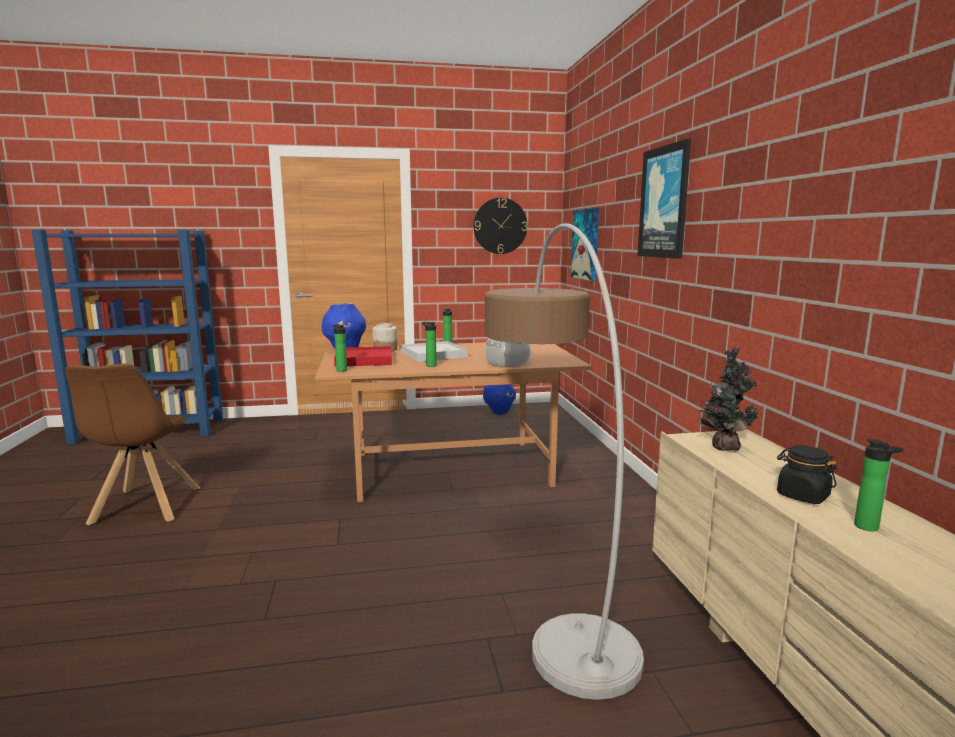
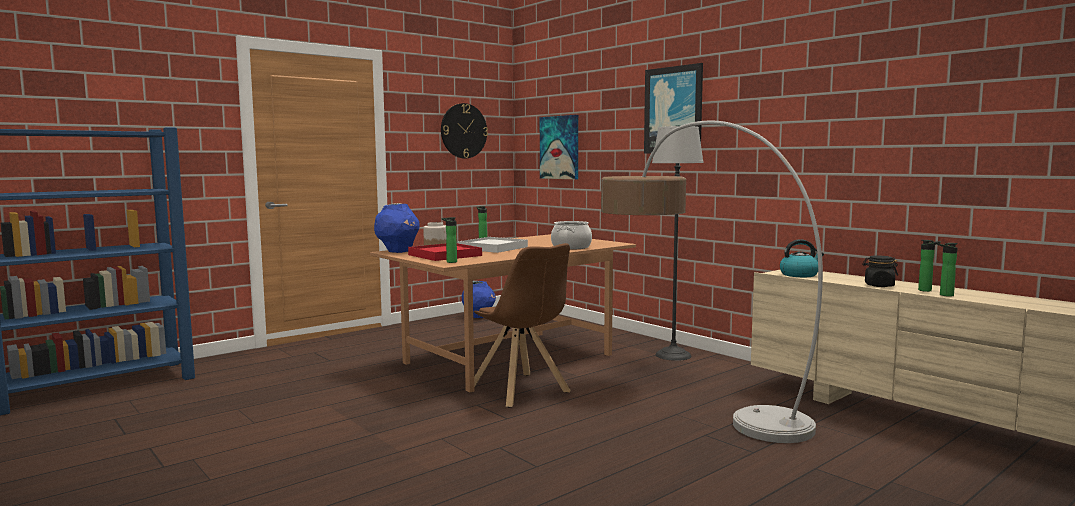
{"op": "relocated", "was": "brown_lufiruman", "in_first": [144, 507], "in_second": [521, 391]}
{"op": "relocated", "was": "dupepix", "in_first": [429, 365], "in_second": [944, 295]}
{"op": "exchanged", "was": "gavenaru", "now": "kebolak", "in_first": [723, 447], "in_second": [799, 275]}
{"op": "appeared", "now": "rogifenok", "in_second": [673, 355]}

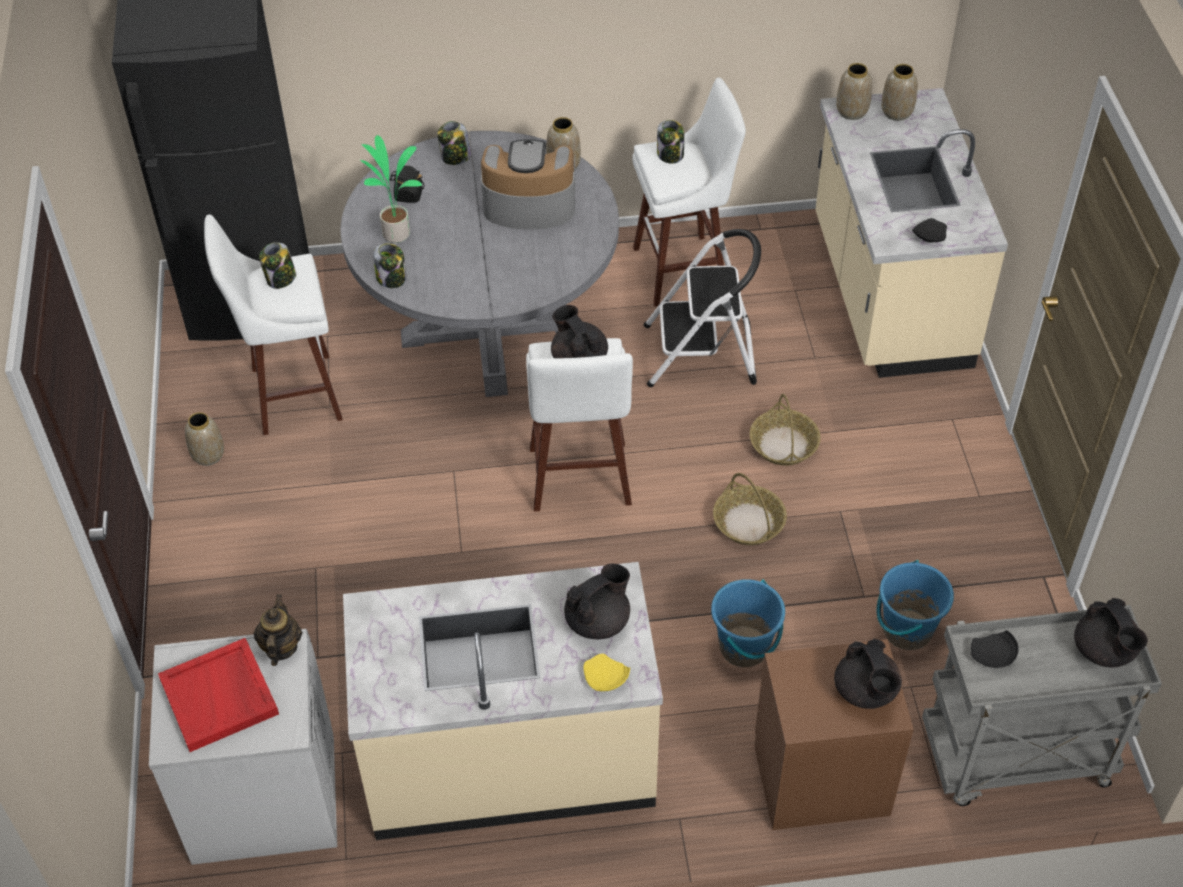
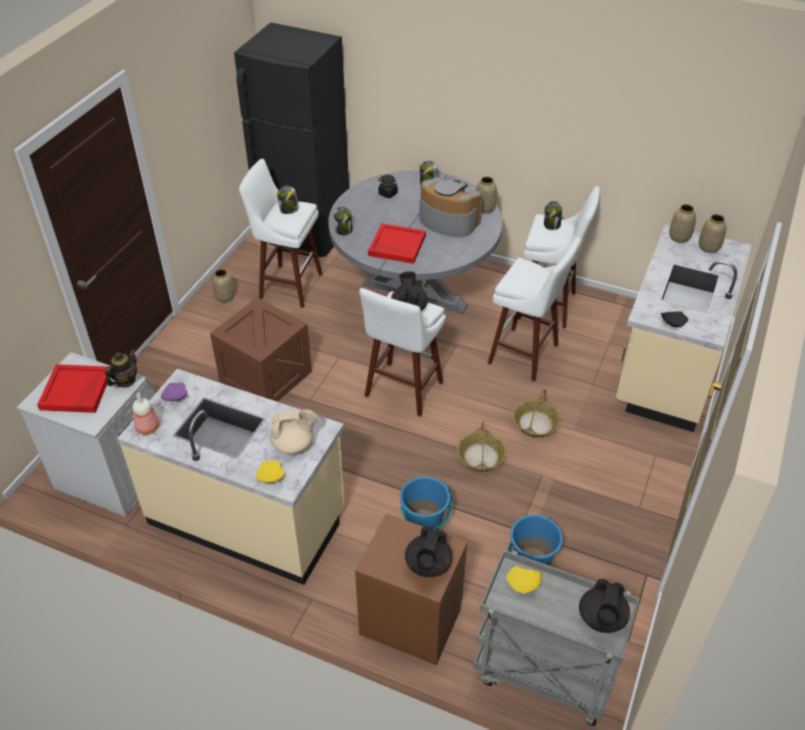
{"op": "missing", "was": "gavenaru", "in_first": [396, 233]}
{"op": "colour", "was": "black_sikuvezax", "now": "beige_sikuvezax", "in_first": [598, 621], "in_second": [294, 444]}
{"op": "exchanged", "was": "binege", "now": "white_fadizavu", "in_first": [704, 355], "in_second": [526, 355]}
{"op": "colour", "was": "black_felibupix", "now": "yellow_felibupix", "in_first": [993, 656], "in_second": [523, 584]}
{"op": "appeared", "now": "dupepix", "in_second": [148, 428]}
{"op": "appeared", "now": "purple_felibupix", "in_second": [174, 397]}
{"op": "appeared", "now": "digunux", "in_second": [266, 376]}
{"op": "appeared", "now": "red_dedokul", "in_second": [396, 245]}

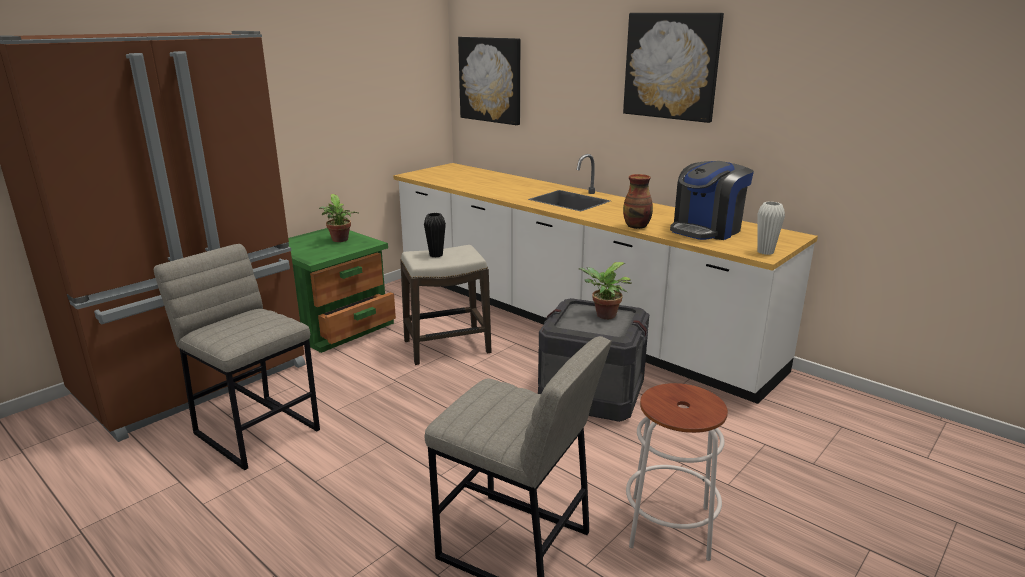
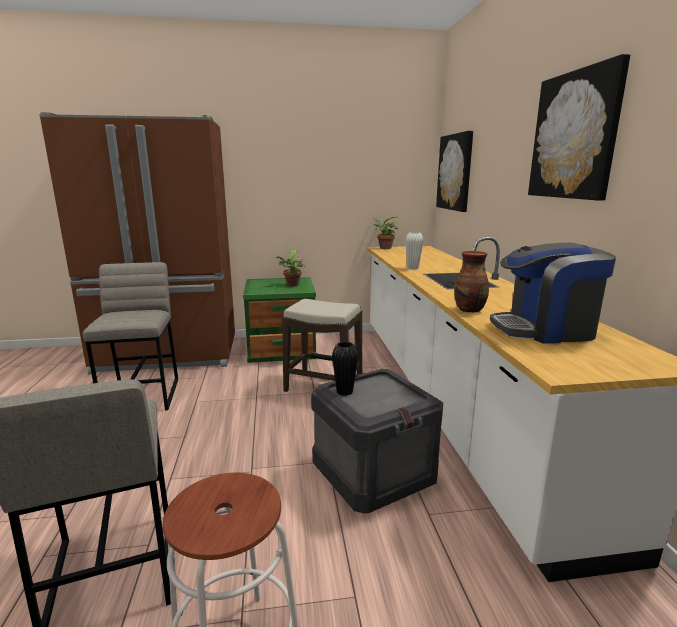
{"op": "relocated", "was": "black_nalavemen", "in_first": [436, 255], "in_second": [344, 392]}
{"op": "relocated", "was": "gavenaru", "in_first": [603, 316], "in_second": [384, 248]}
{"op": "relocated", "was": "white_nalavemen", "in_first": [765, 252], "in_second": [412, 268]}

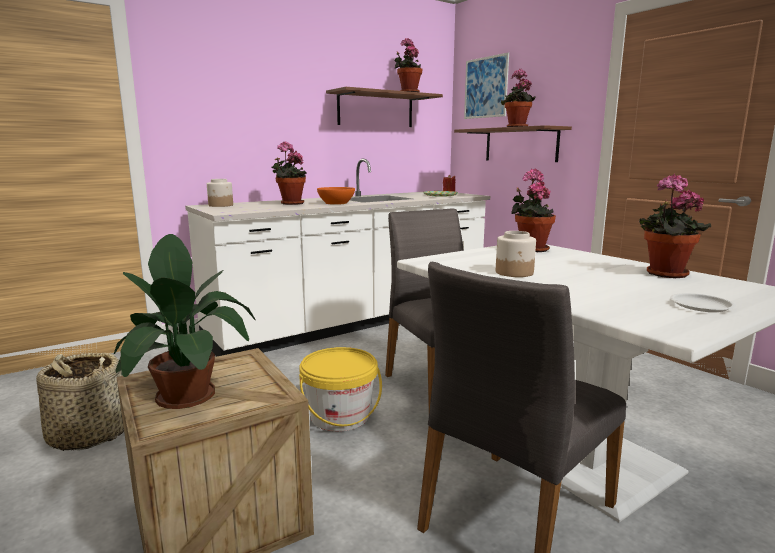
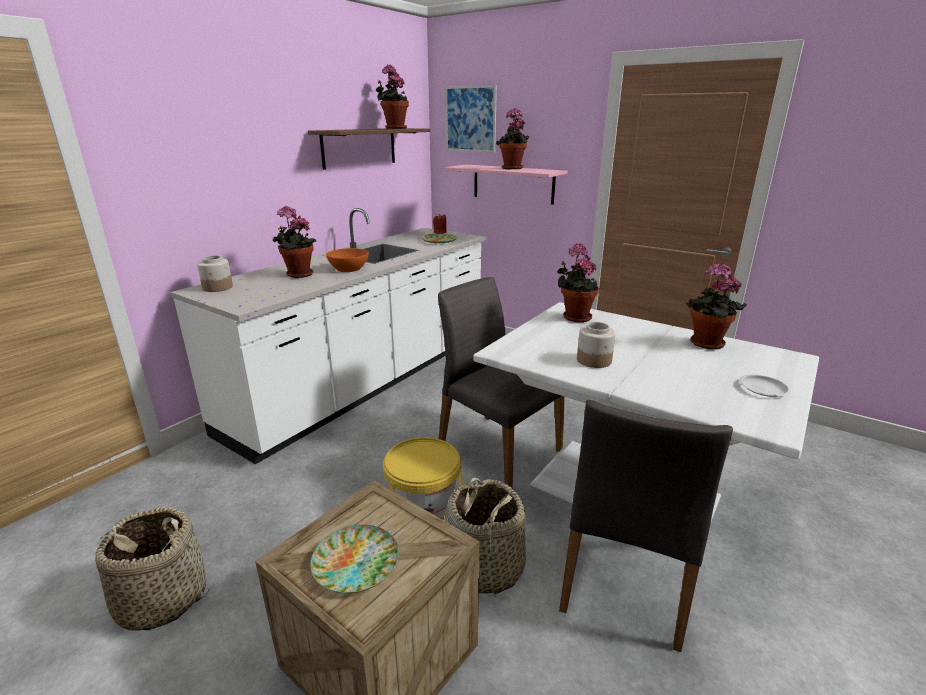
{"op": "exchanged", "was": "gavenaru", "now": "felibupix", "in_first": [188, 392], "in_second": [356, 563]}
{"op": "colour", "was": "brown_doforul", "now": "pink_doforul", "in_first": [520, 145], "in_second": [513, 184]}
{"op": "appeared", "now": "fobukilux", "in_second": [484, 568]}

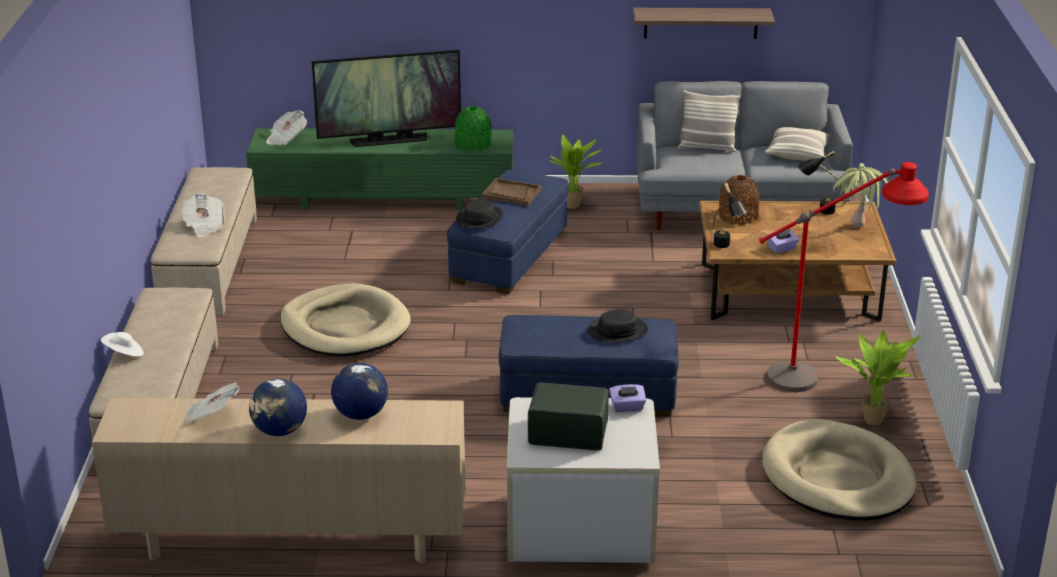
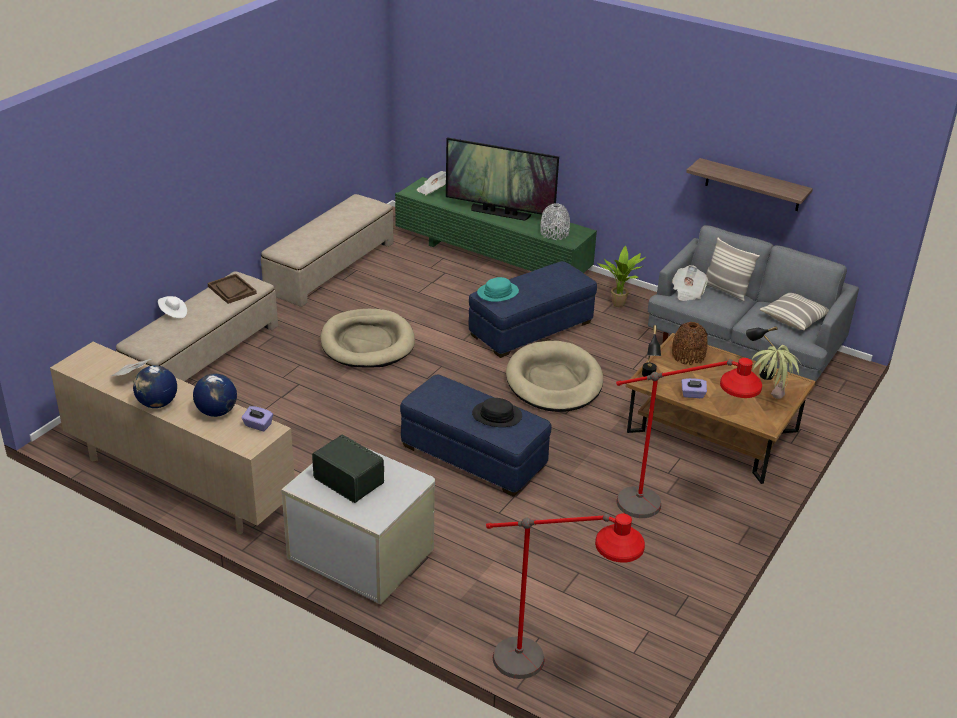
{"op": "relocated", "was": "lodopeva", "in_first": [204, 226], "in_second": [687, 292]}
{"op": "colour", "was": "green_nalavemen", "now": "grey_nalavemen", "in_first": [473, 144], "in_second": [554, 233]}
{"op": "colour", "was": "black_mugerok", "now": "turquoise_mugerok", "in_first": [479, 218], "in_second": [498, 292]}
{"op": "relocated", "was": "brown_dedokul", "in_first": [511, 194], "in_second": [231, 290]}
{"op": "relocated", "was": "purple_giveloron", "in_first": [627, 407], "in_second": [258, 425]}
{"op": "relocated", "was": "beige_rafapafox", "in_first": [837, 478], "in_second": [554, 381]}
{"op": "missing", "was": "gavenaru", "in_first": [873, 419]}
{"op": "appeared", "now": "red_rogifenok", "in_second": [550, 674]}

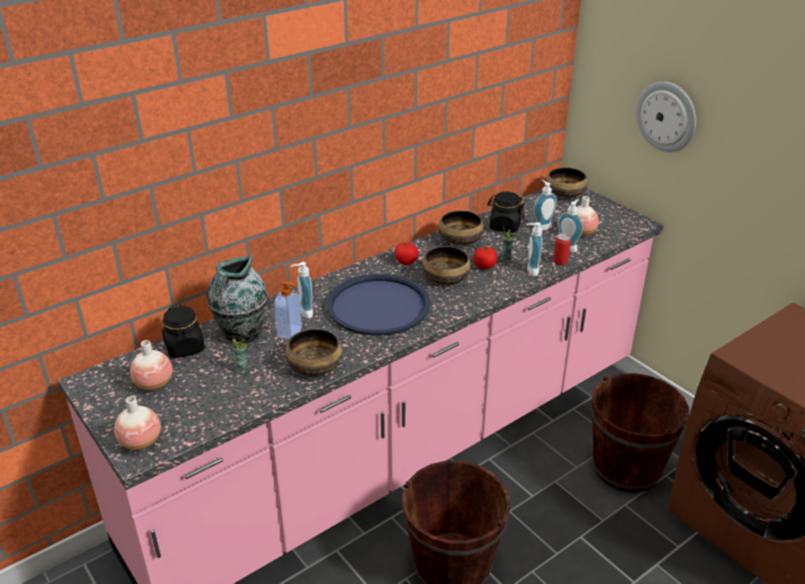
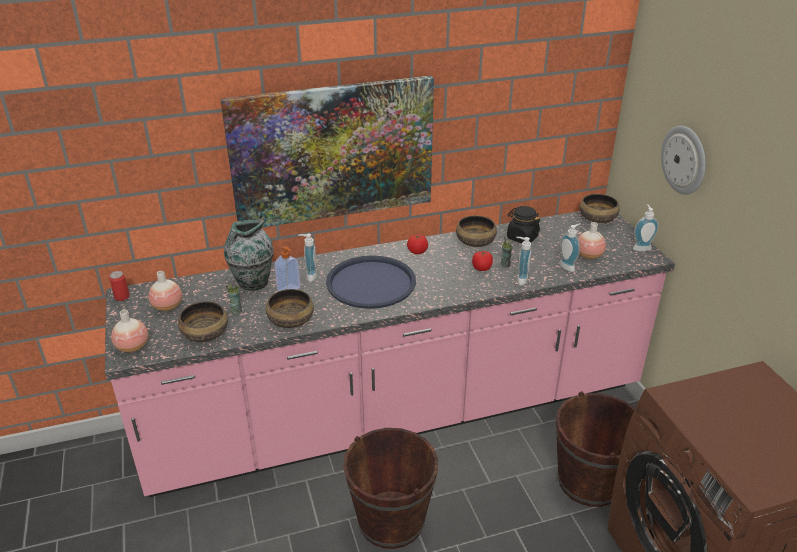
{"op": "missing", "was": "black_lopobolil", "in_first": [185, 348]}
{"op": "relocated", "was": "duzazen", "in_first": [445, 277], "in_second": [205, 333]}
{"op": "relocated", "was": "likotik", "in_first": [541, 226], "in_second": [641, 247]}
{"op": "relocated", "was": "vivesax", "in_first": [560, 261], "in_second": [122, 297]}
{"op": "appeared", "now": "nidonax", "in_second": [333, 152]}

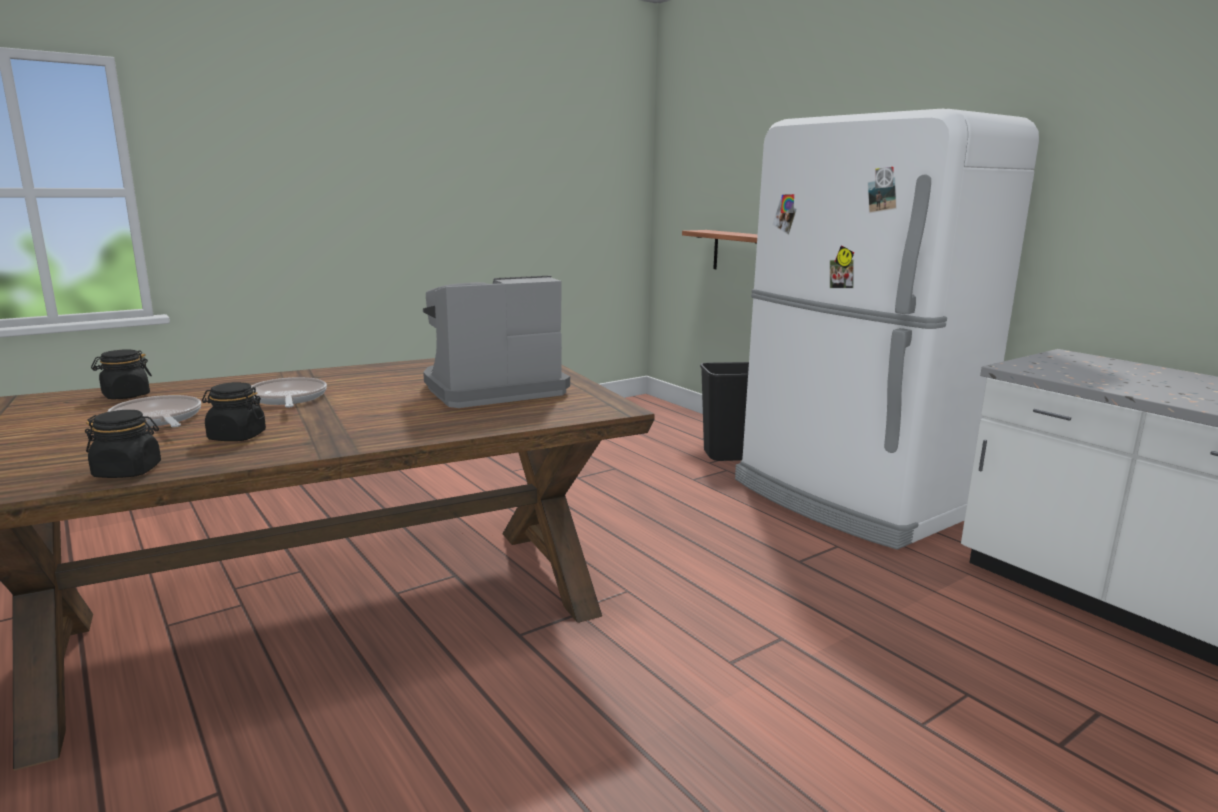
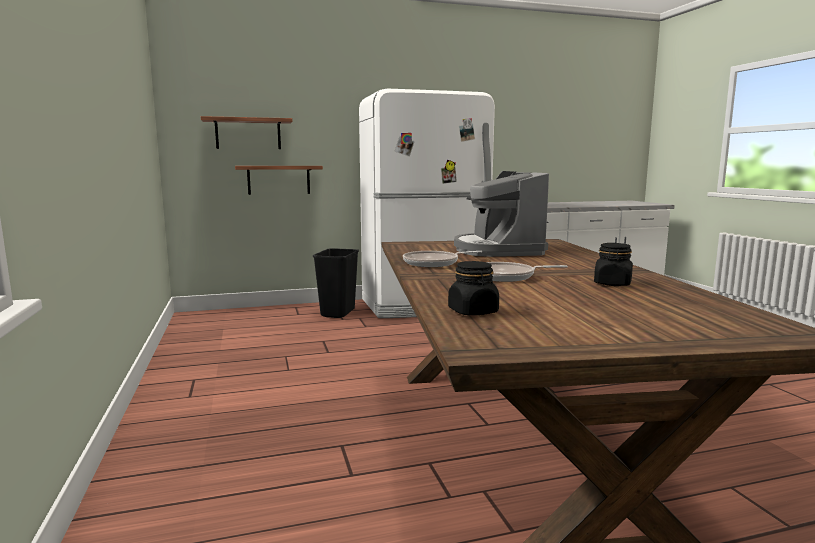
{"op": "missing", "was": "black_lopobolil", "in_first": [128, 471]}
{"op": "relocated", "was": "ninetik", "in_first": [158, 419], "in_second": [434, 263]}
{"op": "appeared", "now": "doforul", "in_second": [248, 134]}

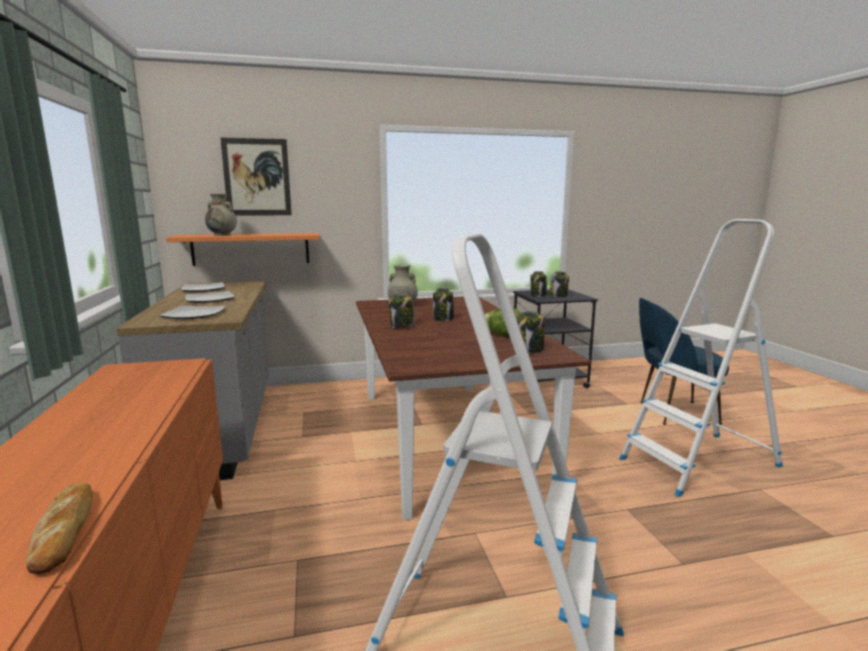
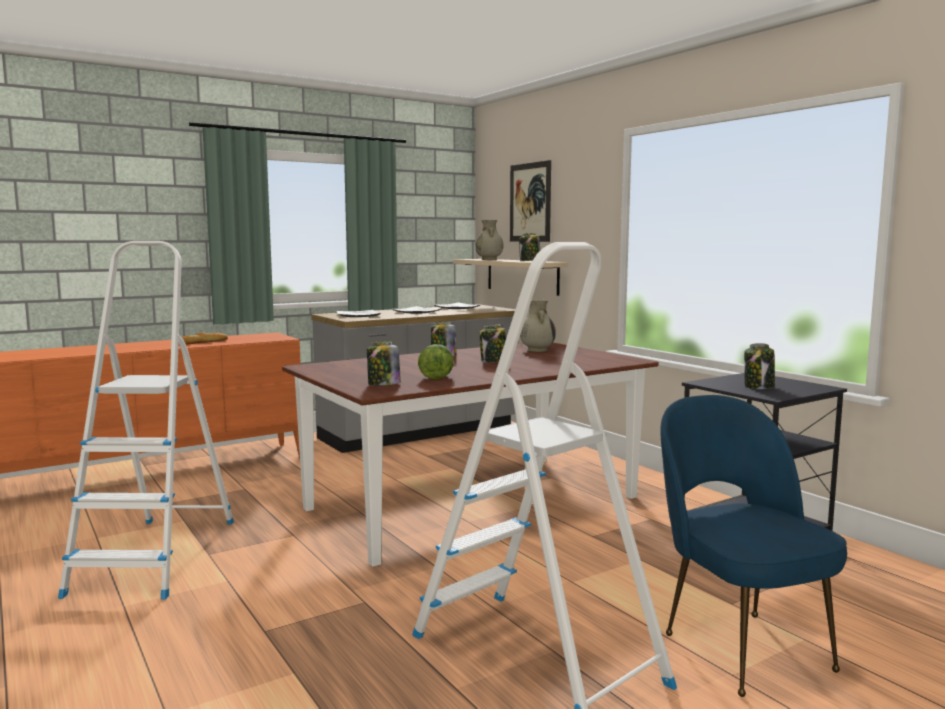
{"op": "relocated", "was": "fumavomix", "in_first": [64, 530], "in_second": [203, 342]}
{"op": "colour", "was": "orange_doforul", "now": "beige_doforul", "in_first": [251, 249], "in_second": [522, 276]}
{"op": "relocated", "was": "lopobolil", "in_first": [538, 295], "in_second": [529, 261]}

